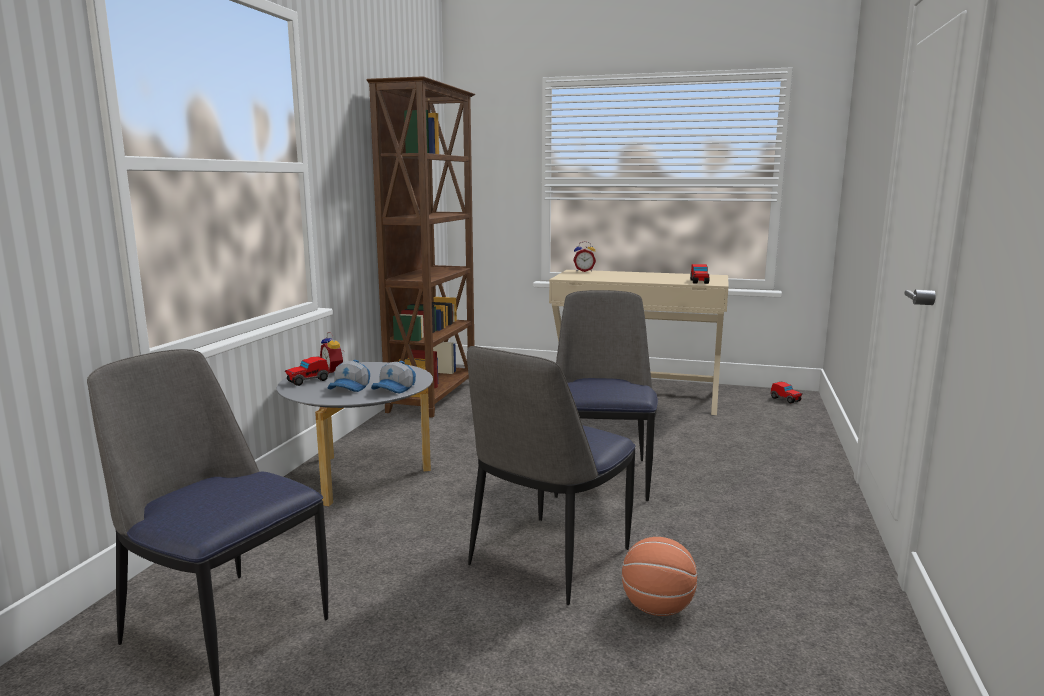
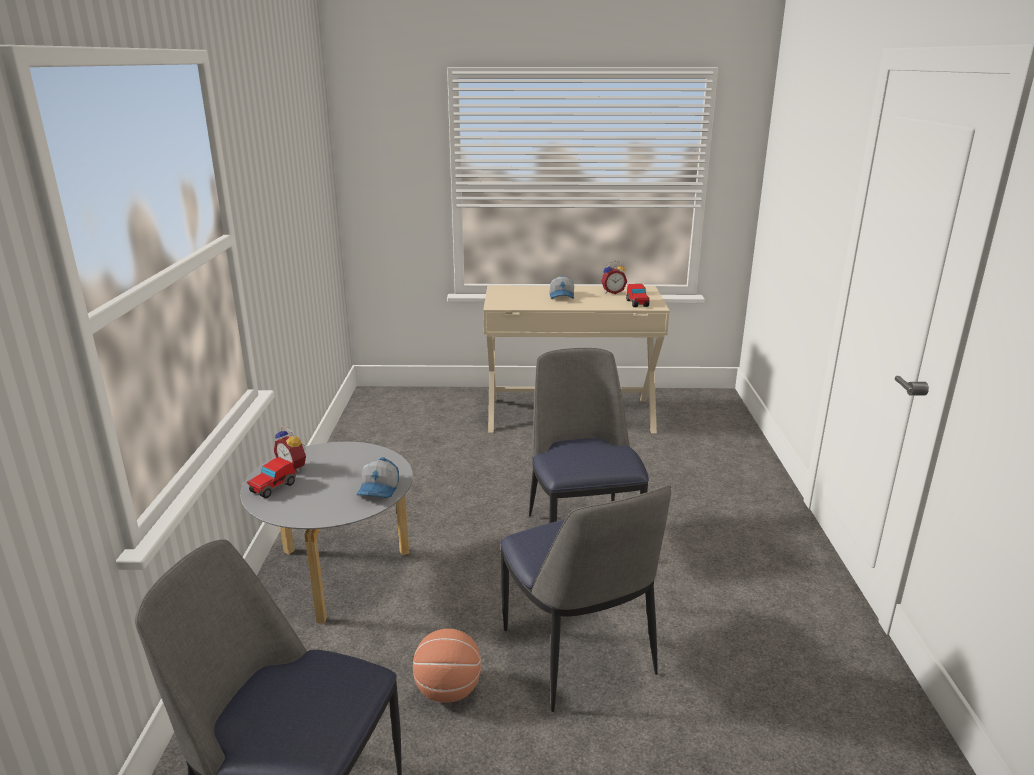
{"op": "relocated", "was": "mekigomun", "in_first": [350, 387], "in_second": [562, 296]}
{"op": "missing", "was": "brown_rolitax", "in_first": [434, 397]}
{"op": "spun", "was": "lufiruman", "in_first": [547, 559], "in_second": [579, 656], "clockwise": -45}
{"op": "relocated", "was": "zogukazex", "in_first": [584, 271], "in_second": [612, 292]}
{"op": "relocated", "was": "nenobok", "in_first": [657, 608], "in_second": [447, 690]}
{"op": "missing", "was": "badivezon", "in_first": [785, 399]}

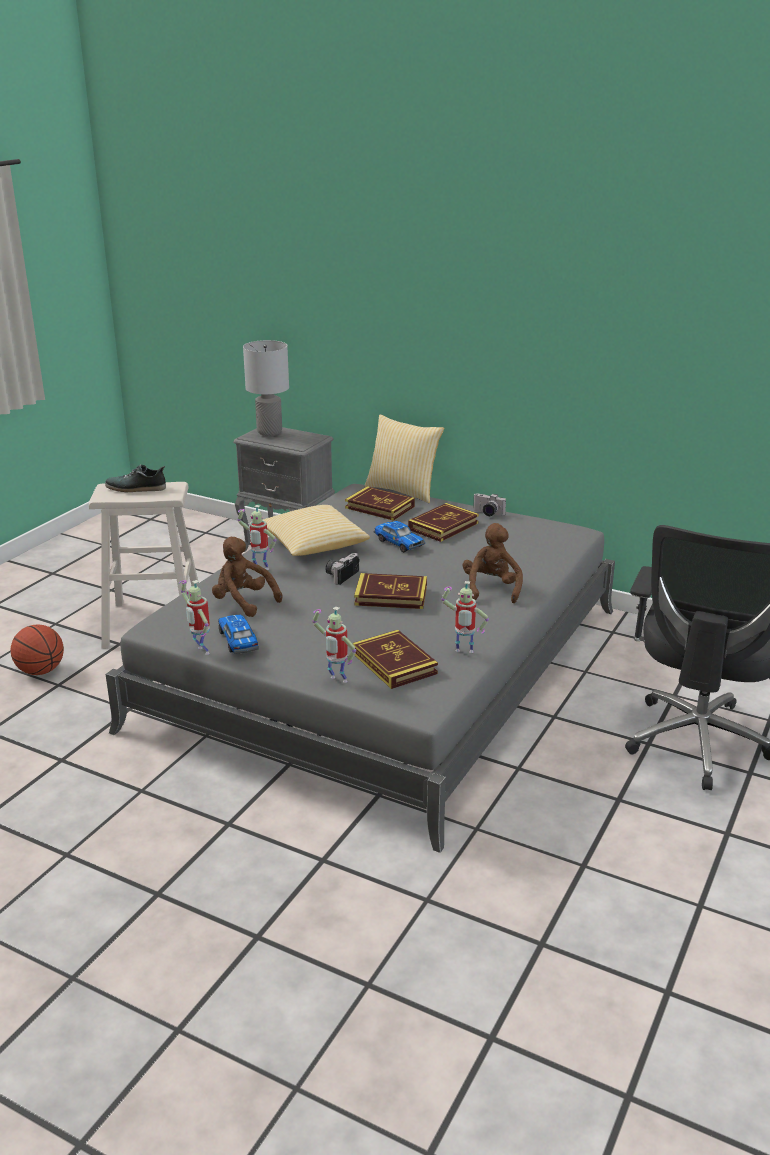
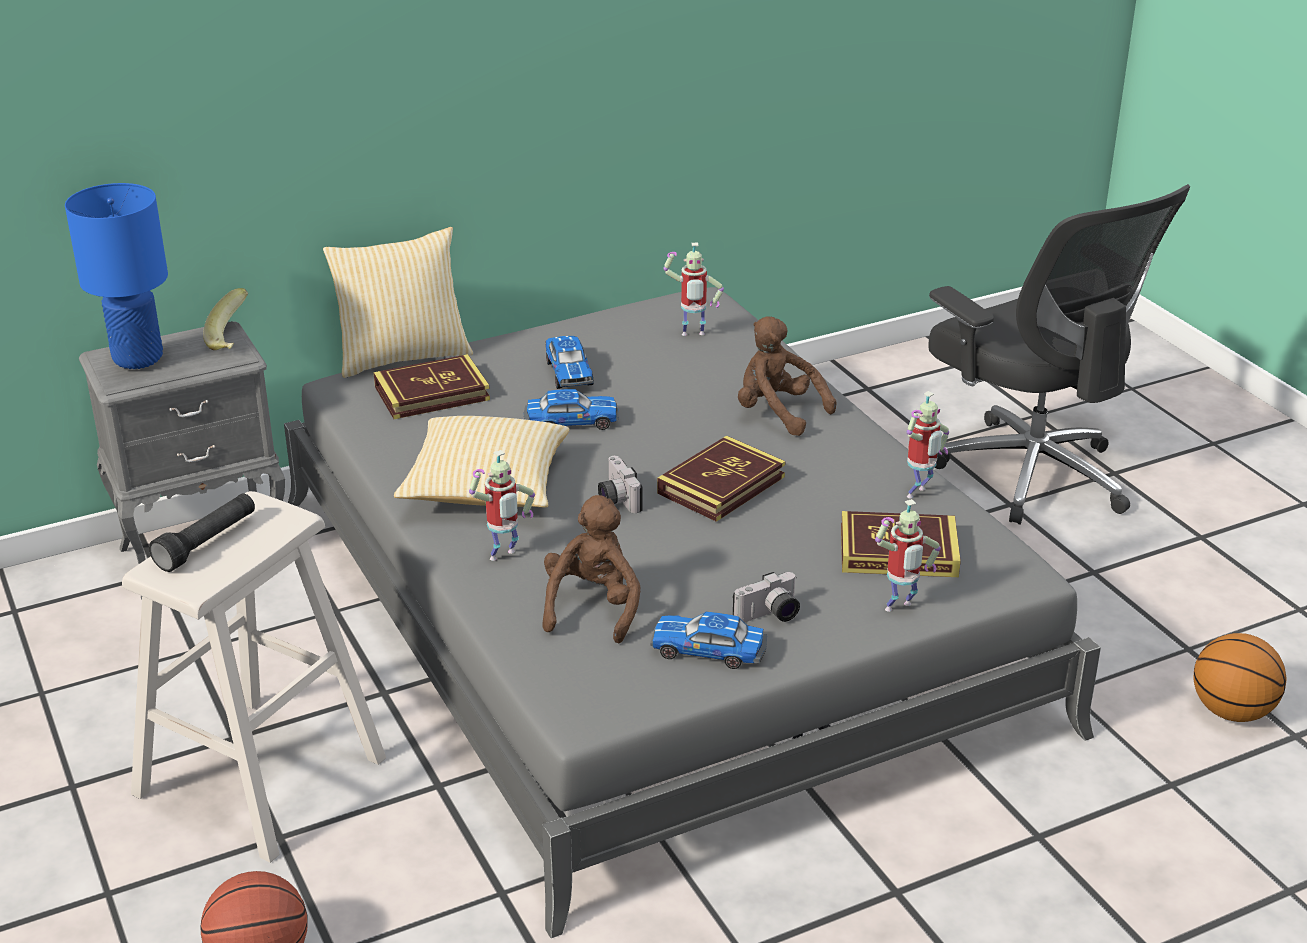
{"op": "exchanged", "was": "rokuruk", "now": "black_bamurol", "in_first": [136, 488], "in_second": [207, 543]}
{"op": "relocated", "was": "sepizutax", "in_first": [201, 651], "in_second": [692, 336]}
{"op": "spun", "was": "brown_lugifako", "in_first": [243, 602], "in_second": [593, 607], "clockwise": 120}
{"op": "colour", "was": "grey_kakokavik", "now": "blue_kakokavik", "in_first": [269, 434], "in_second": [138, 362]}
{"op": "exchanged", "was": "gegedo", "now": "badivezon", "in_first": [443, 526], "in_second": [569, 372]}
{"op": "relocated", "was": "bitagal", "in_first": [487, 513], "in_second": [769, 616]}
{"op": "appeared", "now": "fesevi", "in_second": [233, 339]}
{"op": "appeared", "now": "nenobok", "in_second": [1232, 712]}

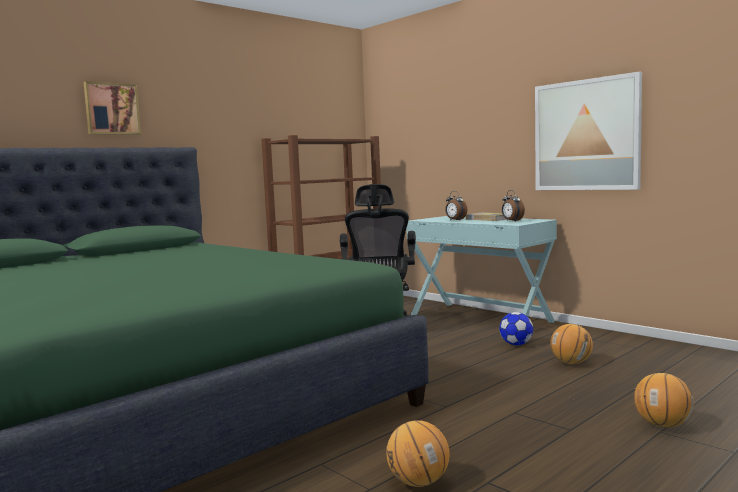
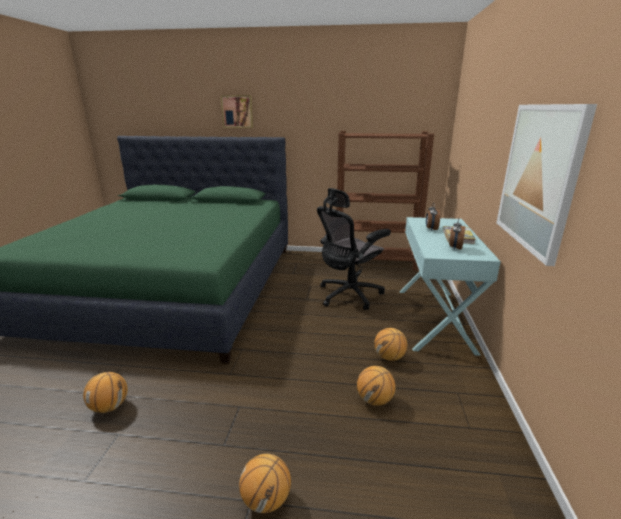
{"op": "exchanged", "was": "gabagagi", "now": "nenobok", "in_first": [516, 344], "in_second": [389, 357]}

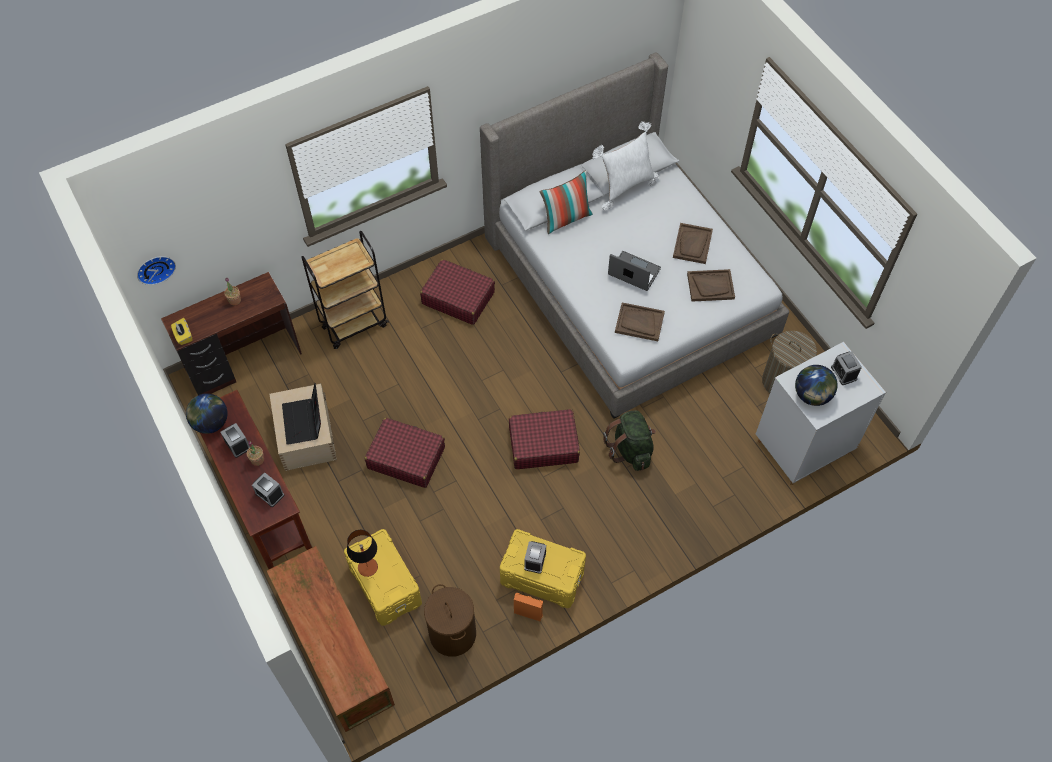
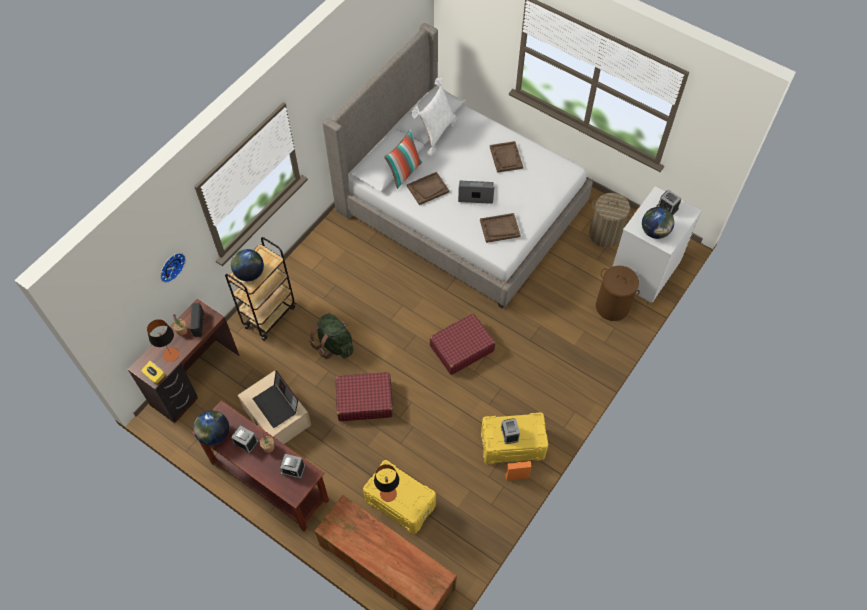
{"op": "relocated", "was": "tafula", "in_first": [155, 268], "in_second": [170, 266]}
{"op": "missing", "was": "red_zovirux", "in_first": [458, 297]}
{"op": "relocated", "was": "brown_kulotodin", "in_first": [452, 633], "in_second": [612, 306]}
{"op": "relocated", "was": "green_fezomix", "in_first": [630, 449], "in_second": [334, 345]}
{"op": "relocated", "was": "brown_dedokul", "in_first": [710, 286], "in_second": [428, 189]}
{"op": "appeared", "now": "kakokavik", "in_second": [171, 354]}
{"op": "appeared", "now": "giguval", "in_second": [199, 323]}
{"op": "appeared", "now": "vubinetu", "in_second": [249, 273]}

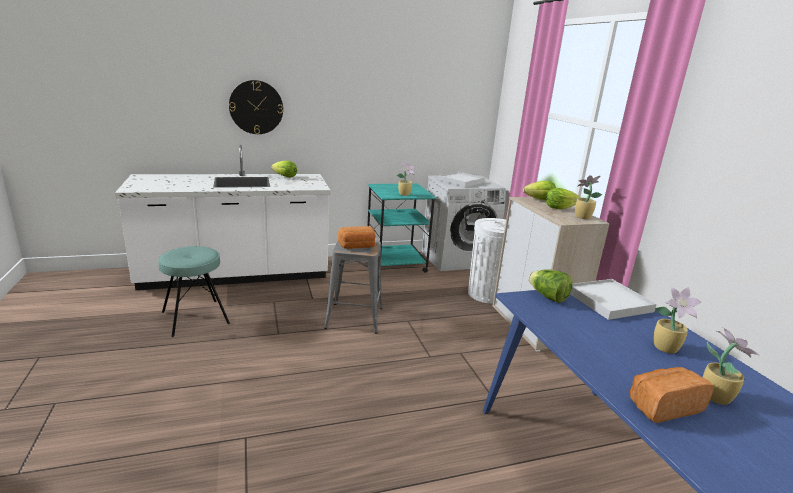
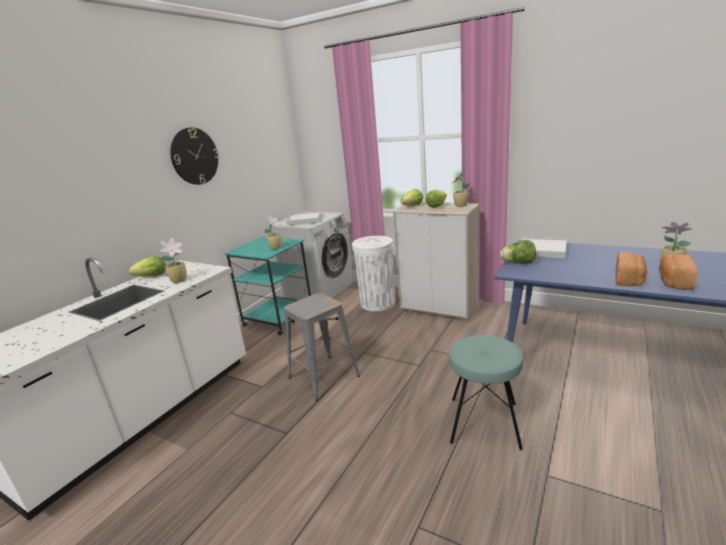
{"op": "relocated", "was": "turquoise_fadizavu", "in_first": [195, 318], "in_second": [484, 422]}
{"op": "relocated", "was": "tafula", "in_first": [256, 107], "in_second": [194, 156]}
{"op": "relocated", "was": "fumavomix", "in_first": [357, 247], "in_second": [629, 279]}
{"op": "relocated", "was": "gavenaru", "in_first": [666, 348], "in_second": [180, 280]}

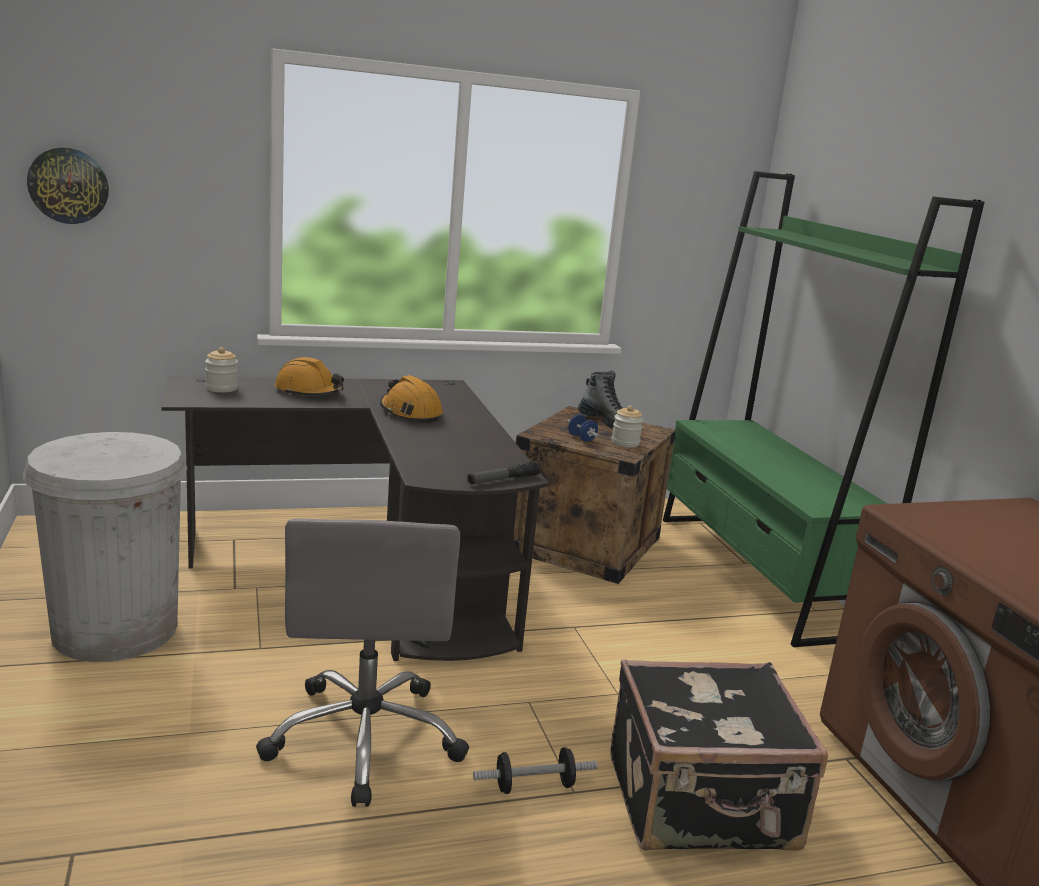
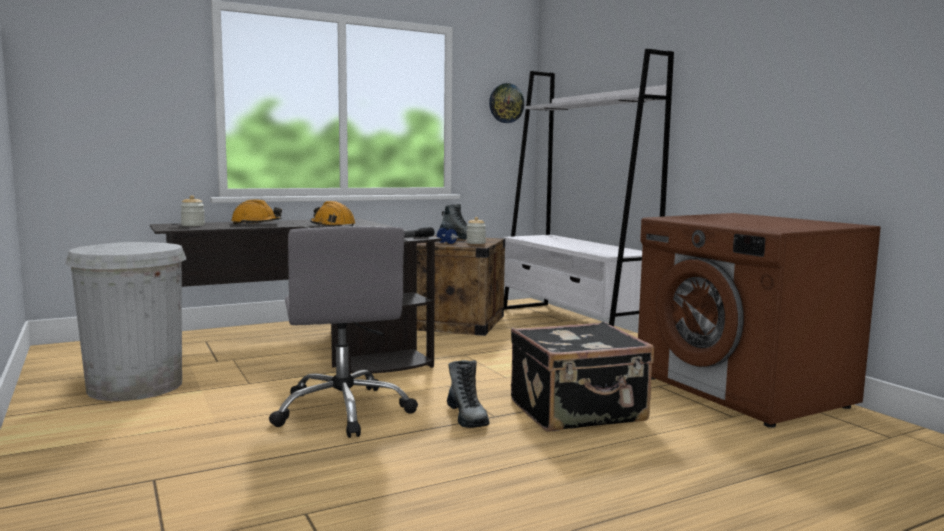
{"op": "relocated", "was": "tafula", "in_first": [68, 185], "in_second": [506, 103]}
{"op": "exchanged", "was": "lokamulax", "now": "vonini", "in_first": [534, 786], "in_second": [467, 417]}
{"op": "colour", "was": "green_rolitax", "now": "white_rolitax", "in_first": [757, 574], "in_second": [573, 324]}

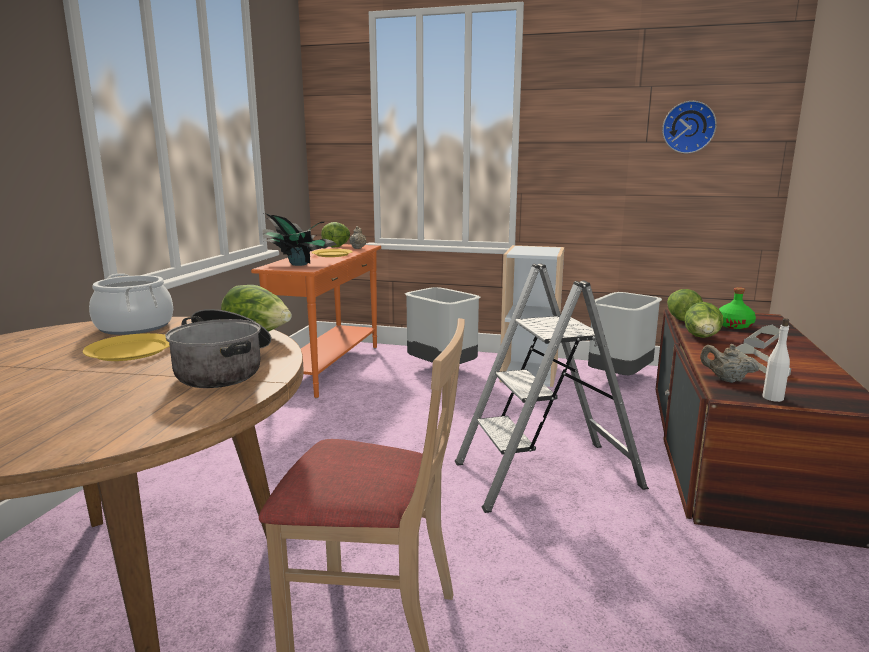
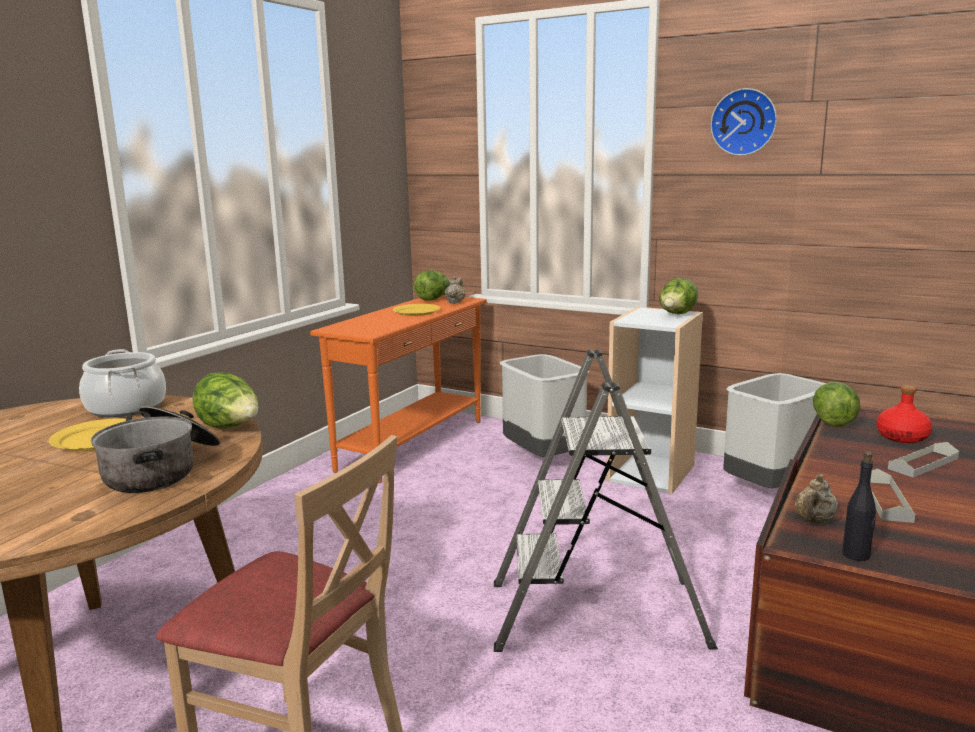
{"op": "missing", "was": "gavenaru", "in_first": [298, 264]}
{"op": "relocated", "was": "tafula", "in_first": [688, 127], "in_second": [744, 122]}
{"op": "relocated", "was": "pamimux", "in_first": [702, 338], "in_second": [677, 315]}
{"op": "spun", "was": "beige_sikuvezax", "in_first": [726, 380], "in_second": [814, 521], "clockwise": -105}
{"op": "colour", "was": "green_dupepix", "now": "red_dupepix", "in_first": [734, 325], "in_second": [902, 437]}
{"op": "colour", "was": "white_dupepix", "now": "black_dupepix", "in_first": [773, 398], "in_second": [856, 555]}

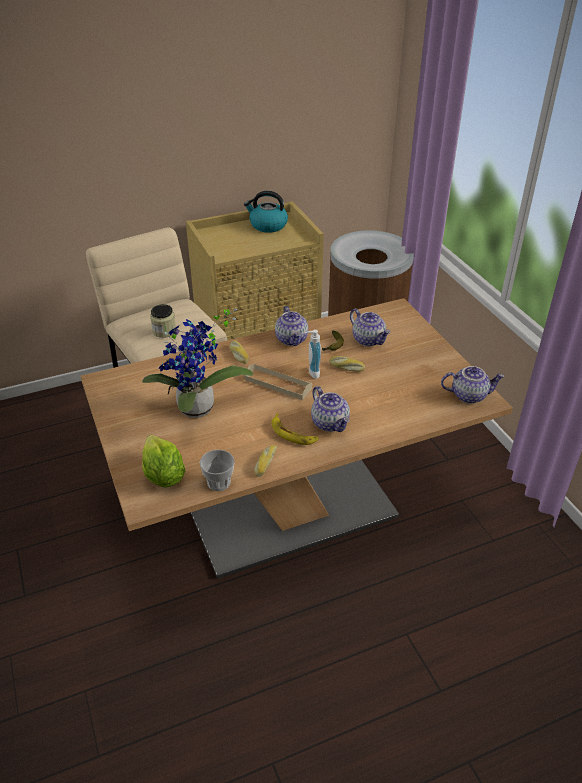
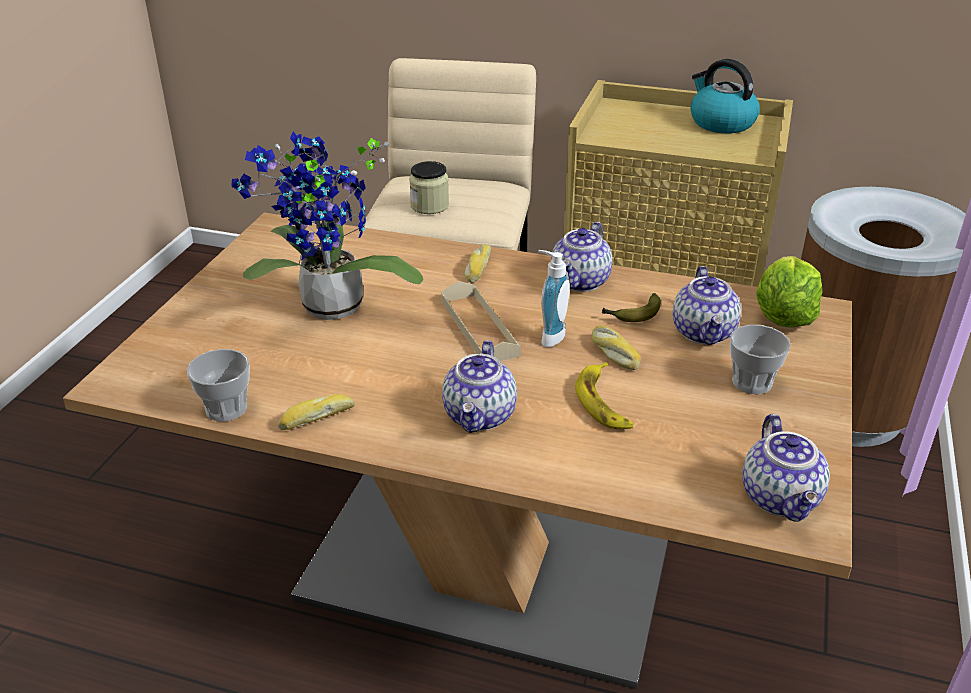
{"op": "relocated", "was": "pamimux", "in_first": [163, 476], "in_second": [783, 317]}
{"op": "relocated", "was": "fesevi", "in_first": [293, 433], "in_second": [604, 402]}
{"op": "spun", "was": "sikuvezax", "in_first": [469, 395], "in_second": [782, 499], "clockwise": 45}
{"op": "appeared", "now": "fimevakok", "in_second": [752, 382]}

